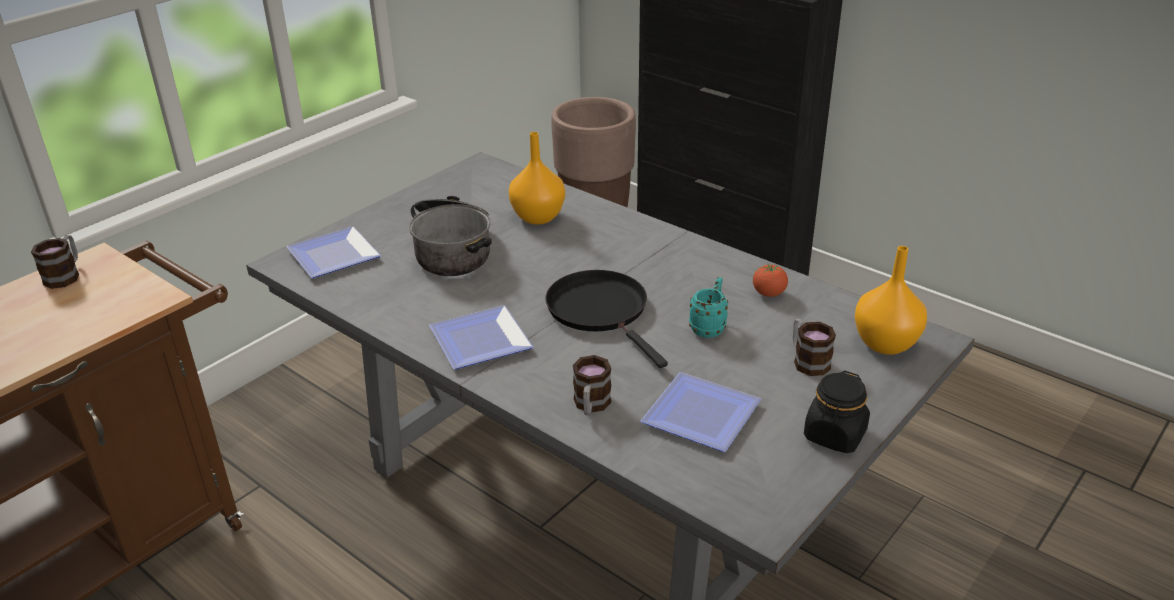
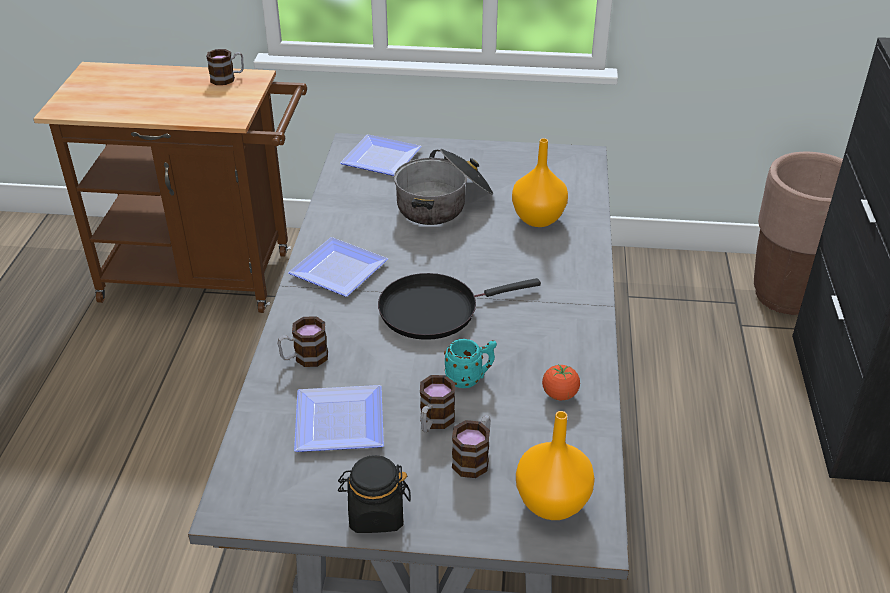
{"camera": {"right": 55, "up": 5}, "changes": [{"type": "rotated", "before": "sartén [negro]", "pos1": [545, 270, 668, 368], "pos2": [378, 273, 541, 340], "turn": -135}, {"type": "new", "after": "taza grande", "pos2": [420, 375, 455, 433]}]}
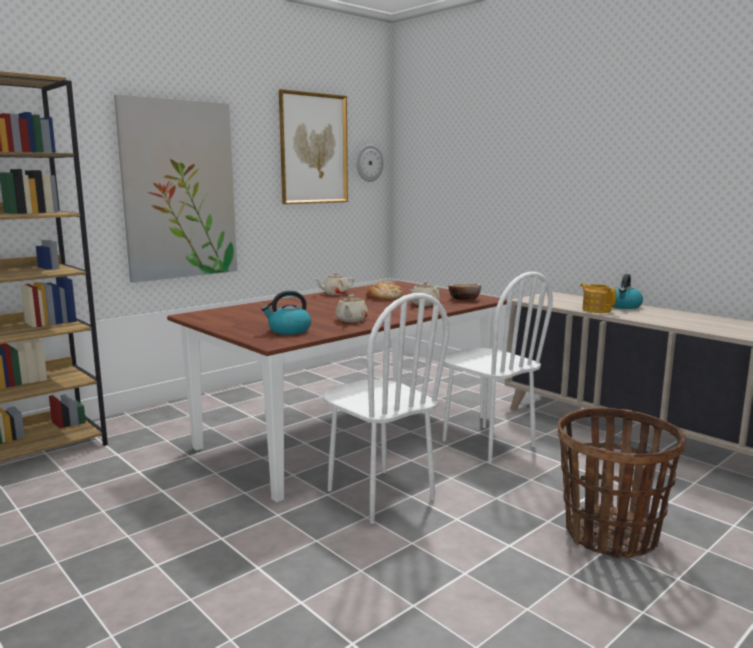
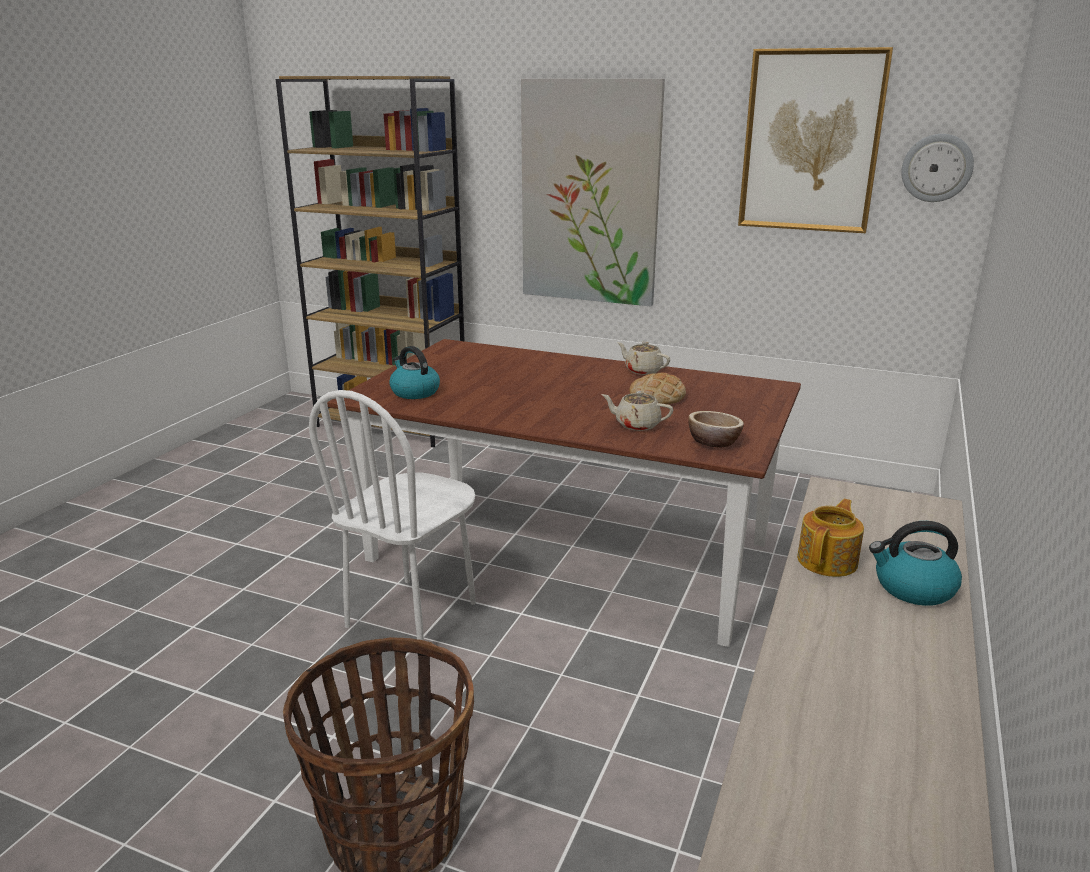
{"camera": {"right": 65, "up": 10}, "changes": [{"type": "gone", "before": "silla [blanco]", "pos1": [442, 272, 553, 464]}, {"type": "gone", "before": "tetera [beis]", "pos1": [335, 295, 368, 322]}]}
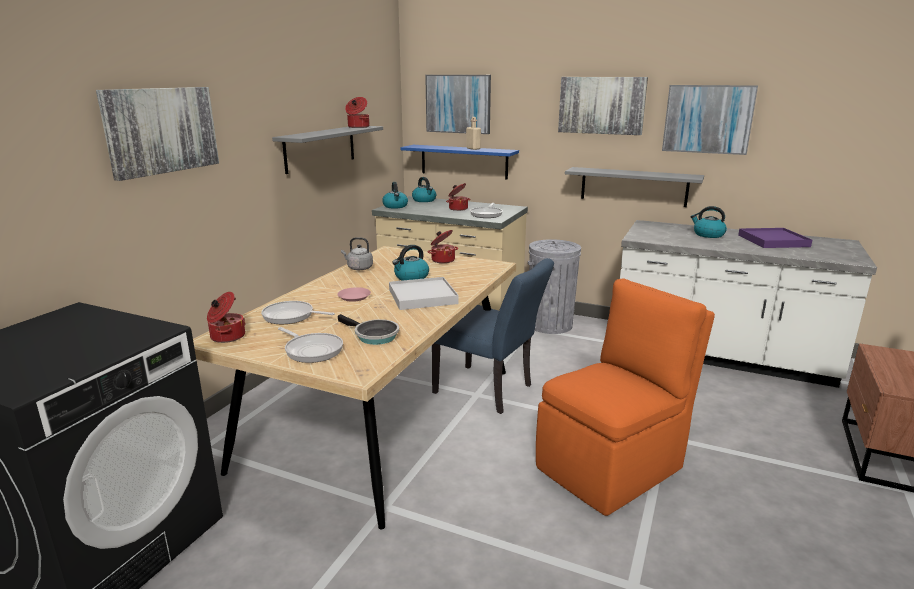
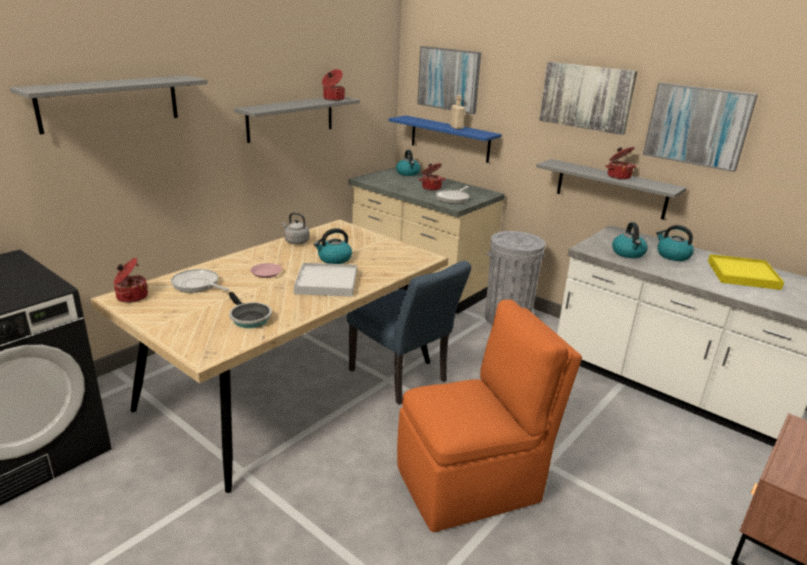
{"camera": {"right": 15, "up": 5}, "changes": [{"type": "swapped", "before": "cuadro", "after": "estante [gris]", "pos1": [96, 87, 219, 181], "pos2": [10, 75, 207, 134]}, {"type": "shifted", "before": "hervidor", "pos1": [382, 182, 408, 209], "pos2": [612, 222, 648, 258]}, {"type": "repainted", "before": "bandeja [morado]", "after": "bandeja [amarillo]", "pos1": [738, 228, 812, 248], "pos2": [708, 254, 784, 290]}, {"type": "shifted", "before": "olla", "pos1": [428, 230, 458, 263], "pos2": [605, 147, 636, 180]}, {"type": "gone", "before": "sartén", "pos1": [278, 327, 343, 363]}]}
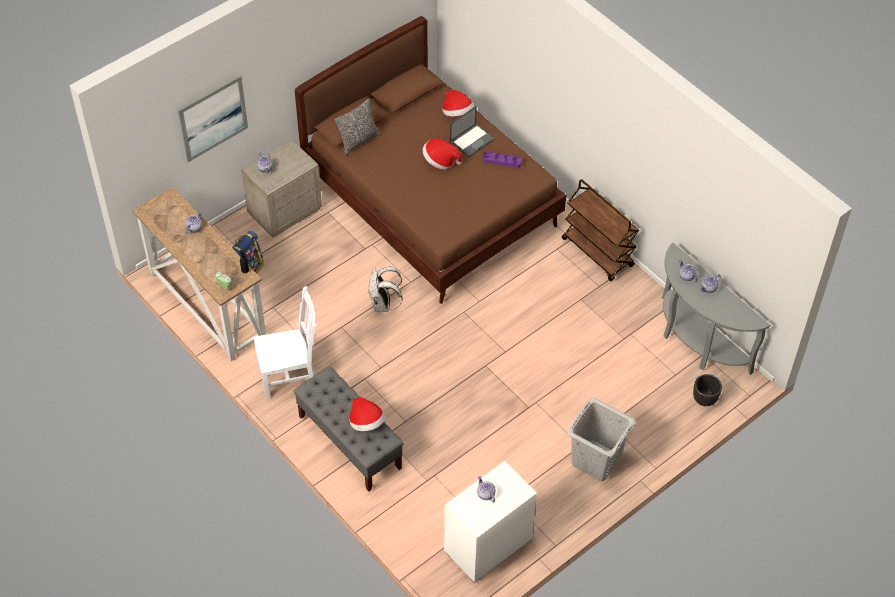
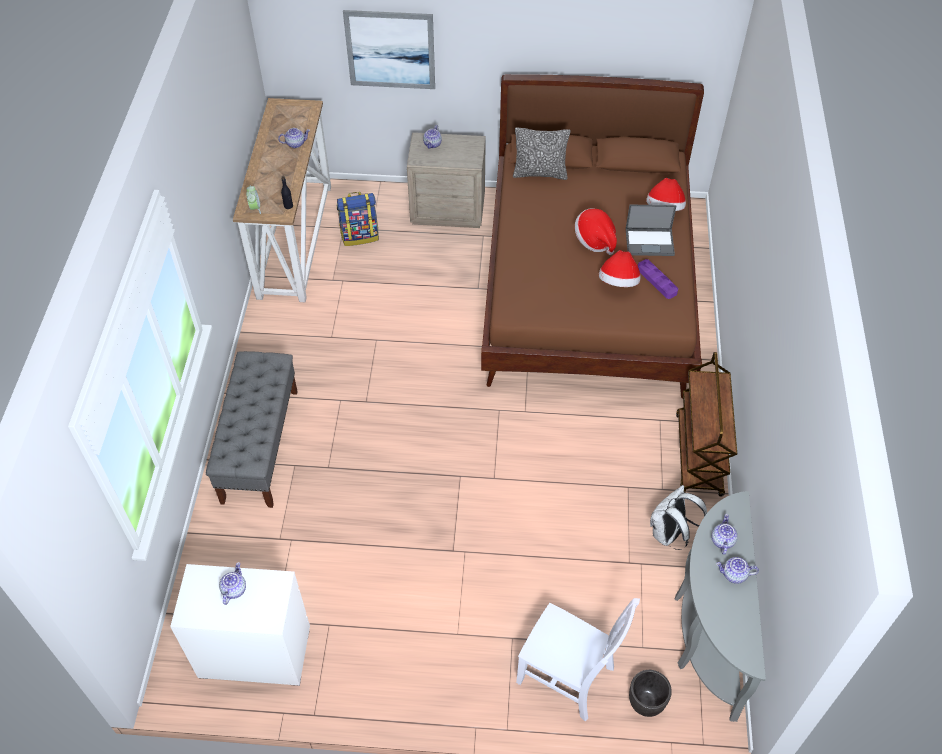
{"camera": {"right": 45, "up": 0}, "changes": [{"type": "shifted", "before": "mochila [blanco]", "pos1": [368, 267, 403, 312], "pos2": [650, 485, 707, 550]}, {"type": "shifted", "before": "silla [blanco]", "pos1": [254, 286, 317, 399], "pos2": [516, 598, 640, 722]}, {"type": "shifted", "before": "sombrero", "pos1": [349, 397, 385, 431], "pos2": [599, 250, 640, 287]}, {"type": "gone", "before": "cesto de la ropa [gris]", "pos1": [567, 398, 635, 481]}]}
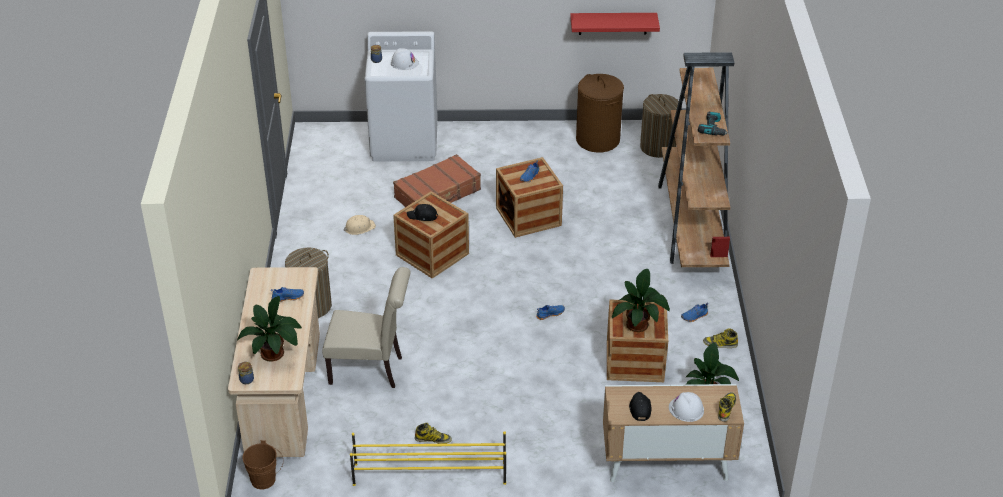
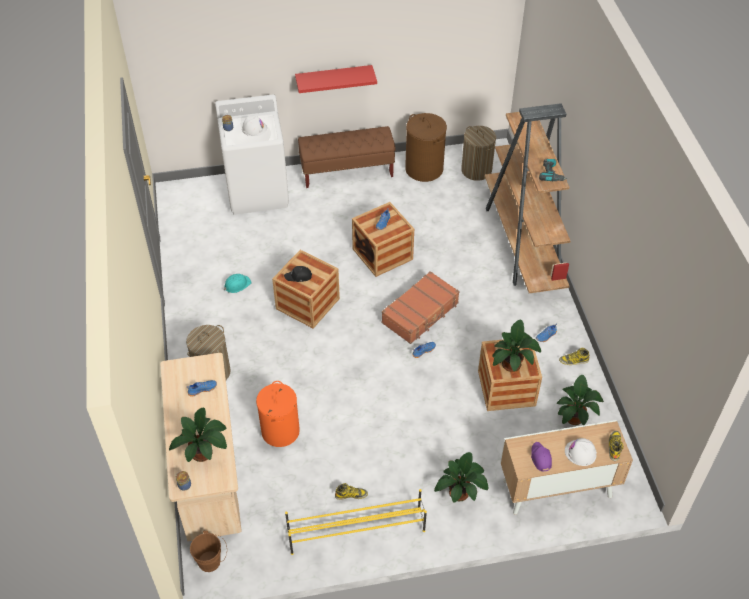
{"camera": {"right": -10, "up": 10}, "changes": [{"type": "shifted", "before": "estante [rojo]", "pos1": [570, 13, 660, 35], "pos2": [295, 65, 377, 93]}, {"type": "shifted", "before": "maleta [marrón]", "pos1": [393, 154, 481, 207], "pos2": [381, 271, 460, 344]}, {"type": "repainted", "before": "casco [beis]", "after": "casco [turquesa]", "pos1": [343, 215, 376, 235], "pos2": [224, 274, 252, 293]}, {"type": "swapped", "before": "silla [beis]", "after": "cesto de la ropa [naranja]", "pos1": [322, 267, 411, 388], "pos2": [256, 381, 300, 447]}, {"type": "repainted", "before": "gorra [negro]", "after": "gorra [morado]", "pos1": [629, 392, 651, 421], "pos2": [531, 442, 552, 471]}, {"type": "new", "after": "banco [marrón]", "pos2": [298, 126, 396, 188]}, {"type": "new", "after": "planta en maceta", "pos2": [434, 452, 489, 503]}]}
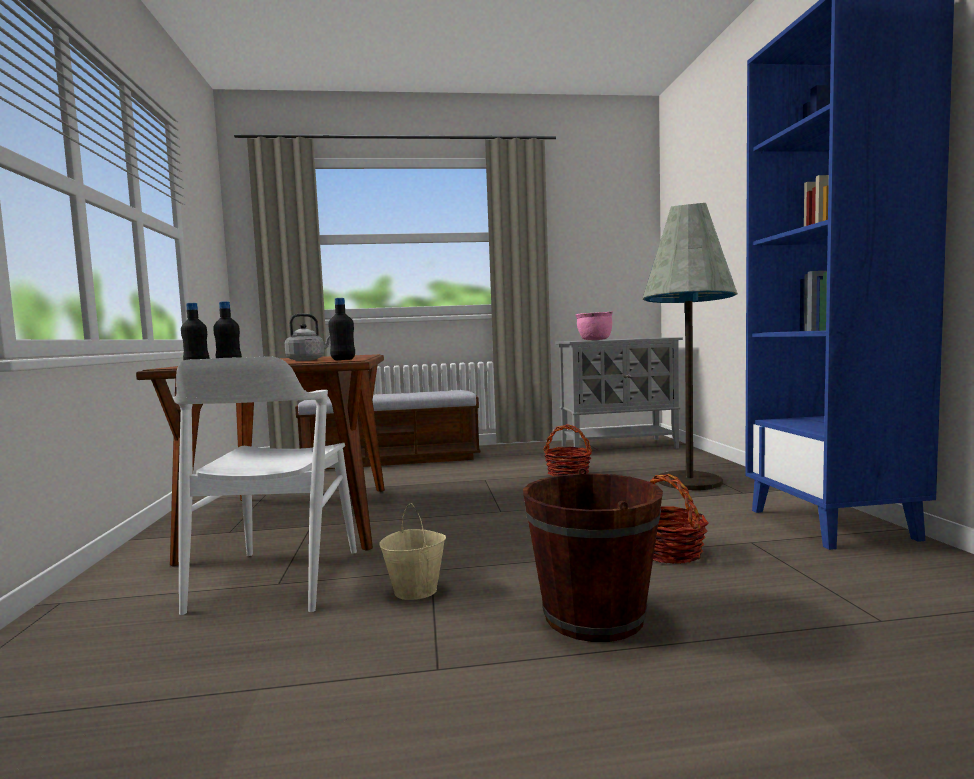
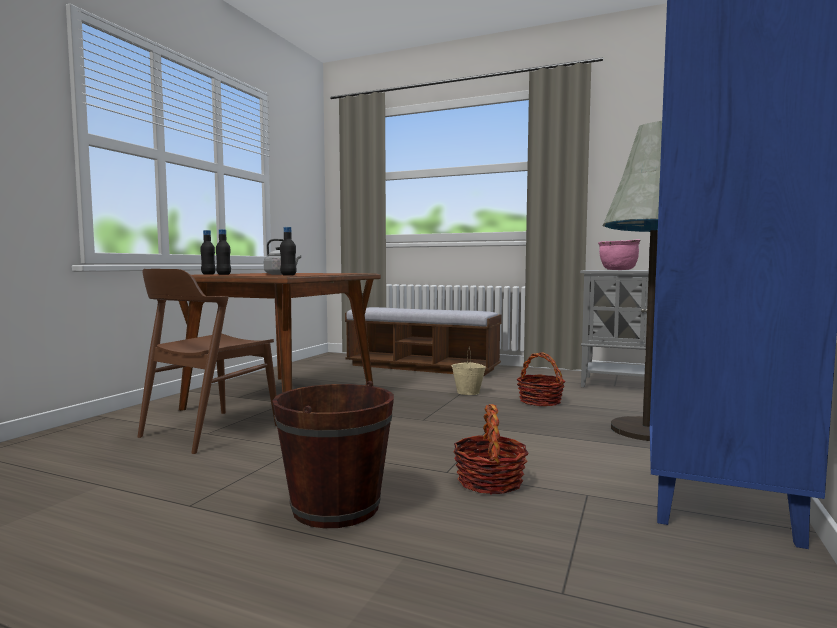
{"camera": {"right": 30, "up": 0}, "changes": [{"type": "repainted", "before": "silla [blanco]", "after": "silla [marrón]", "pos1": [173, 356, 357, 615], "pos2": [138, 269, 277, 454]}, {"type": "shifted", "before": "cubo [beis]", "pos1": [379, 503, 446, 600], "pos2": [451, 347, 486, 395]}]}
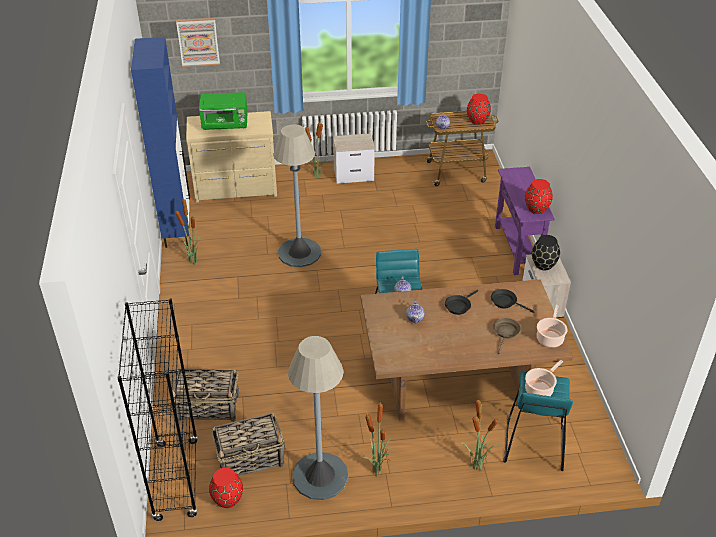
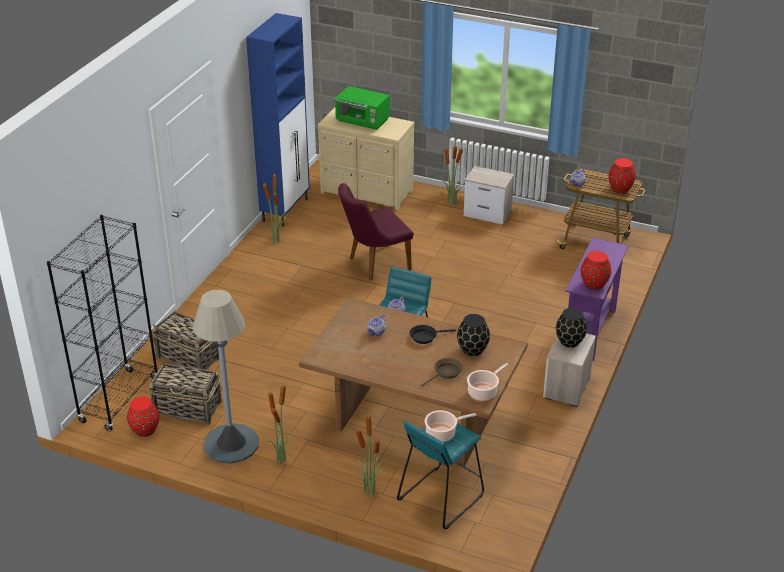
{"camera": {"right": 30, "up": -5}, "changes": [{"type": "gone", "before": "cuadro", "pos1": [176, 18, 220, 67]}, {"type": "swapped", "before": "lámpara de pie [gris]", "after": "silla [morado]", "pos1": [273, 124, 321, 267], "pos2": [338, 183, 414, 281]}, {"type": "swapped", "before": "sartén [negro]", "after": "florero [negro]", "pos1": [491, 289, 535, 313], "pos2": [457, 314, 490, 356]}]}
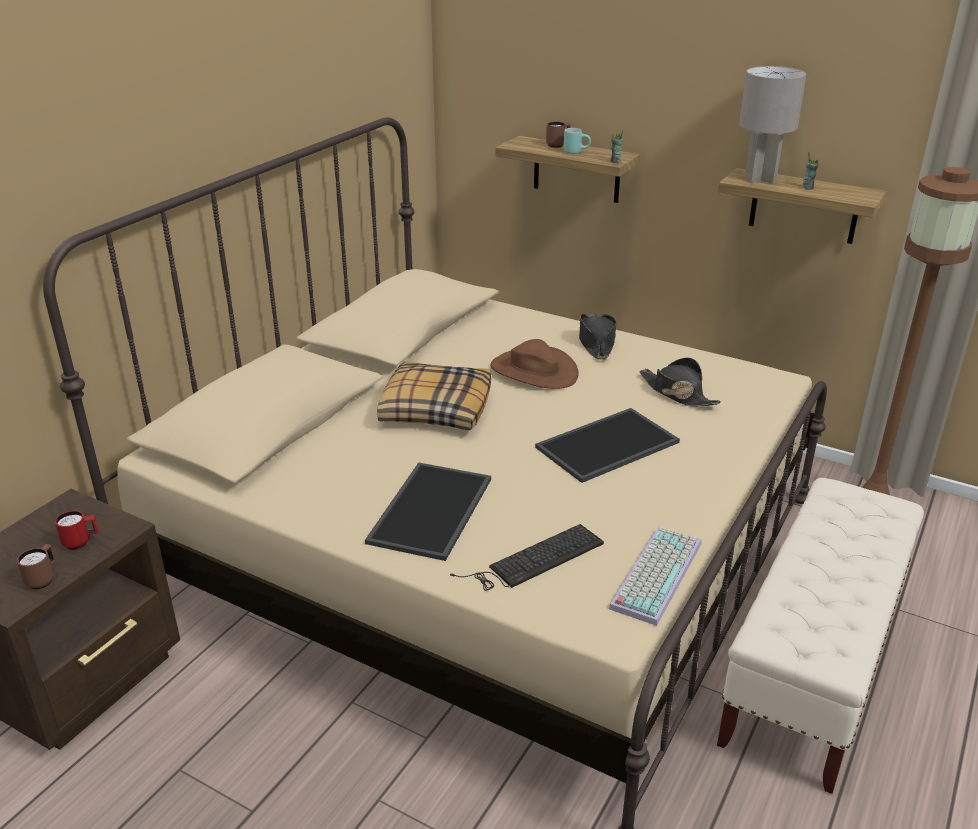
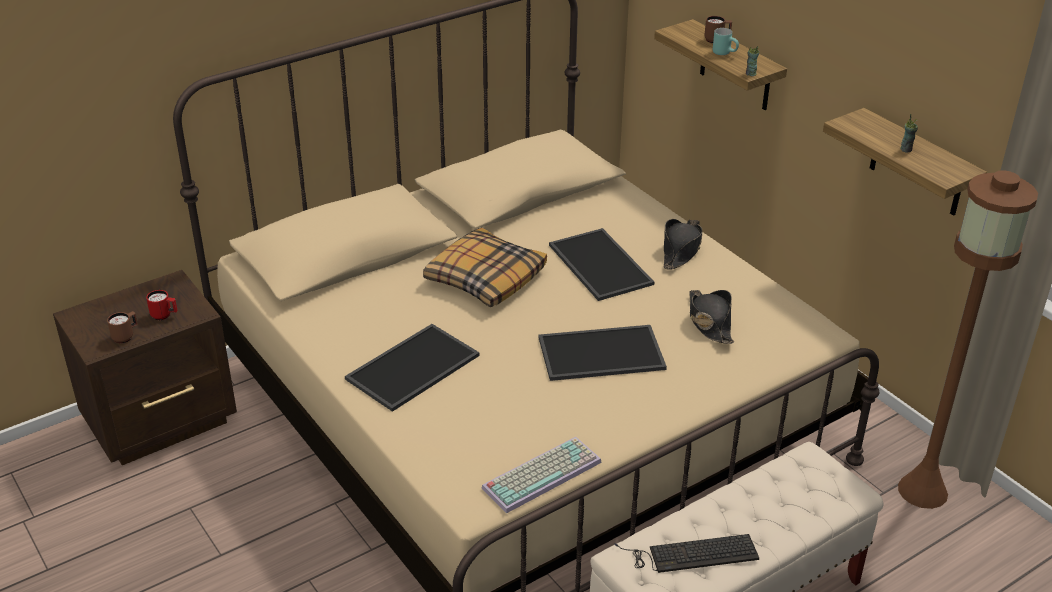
{"camera": {"right": 25, "up": 5}, "changes": [{"type": "gone", "before": "lámpara de mesa [gris]", "pos1": [739, 66, 806, 184]}, {"type": "swapped", "before": "sombrero [marrón]", "after": "bandeja", "pos1": [490, 339, 579, 389], "pos2": [549, 228, 654, 301]}, {"type": "shifted", "before": "teclado", "pos1": [450, 524, 604, 591], "pos2": [614, 534, 759, 573]}]}
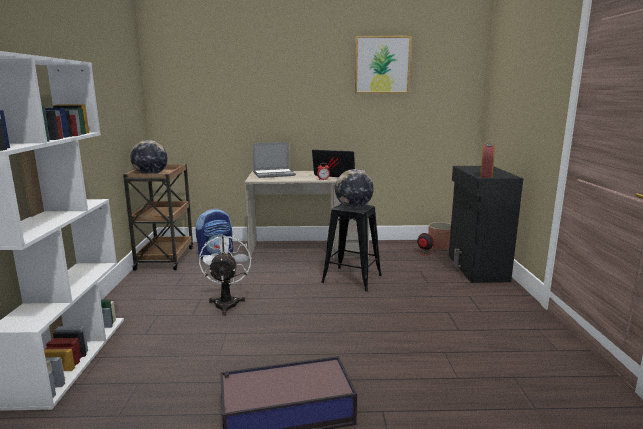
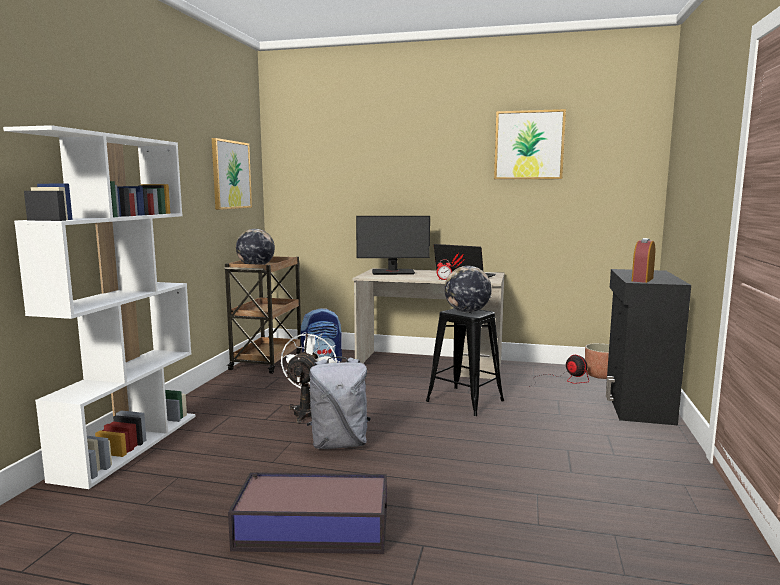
{"camera": {"right": 15, "up": -5}, "changes": [{"type": "swapped", "before": "portátil", "after": "monitor", "pos1": [252, 142, 296, 178], "pos2": [356, 216, 430, 275]}, {"type": "new", "after": "cuadro", "pos2": [212, 138, 252, 210]}, {"type": "new", "after": "mochila [gris]", "pos2": [307, 357, 371, 449]}]}
